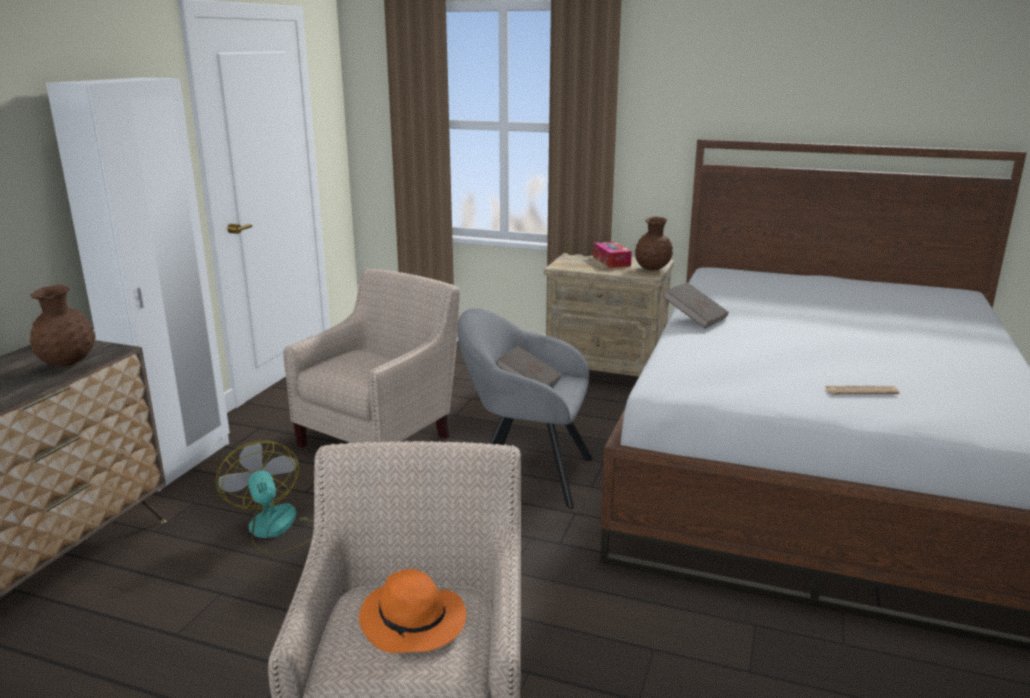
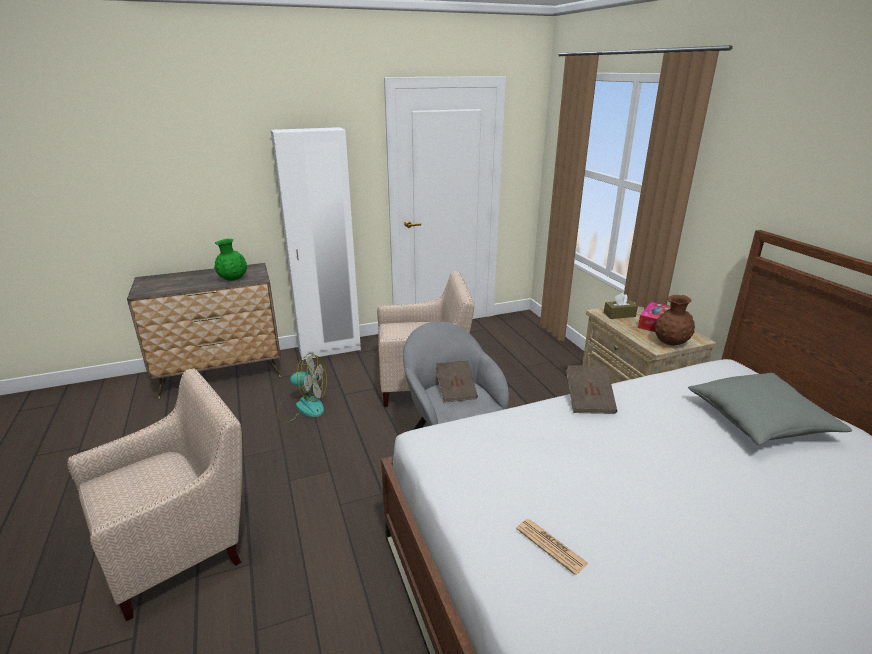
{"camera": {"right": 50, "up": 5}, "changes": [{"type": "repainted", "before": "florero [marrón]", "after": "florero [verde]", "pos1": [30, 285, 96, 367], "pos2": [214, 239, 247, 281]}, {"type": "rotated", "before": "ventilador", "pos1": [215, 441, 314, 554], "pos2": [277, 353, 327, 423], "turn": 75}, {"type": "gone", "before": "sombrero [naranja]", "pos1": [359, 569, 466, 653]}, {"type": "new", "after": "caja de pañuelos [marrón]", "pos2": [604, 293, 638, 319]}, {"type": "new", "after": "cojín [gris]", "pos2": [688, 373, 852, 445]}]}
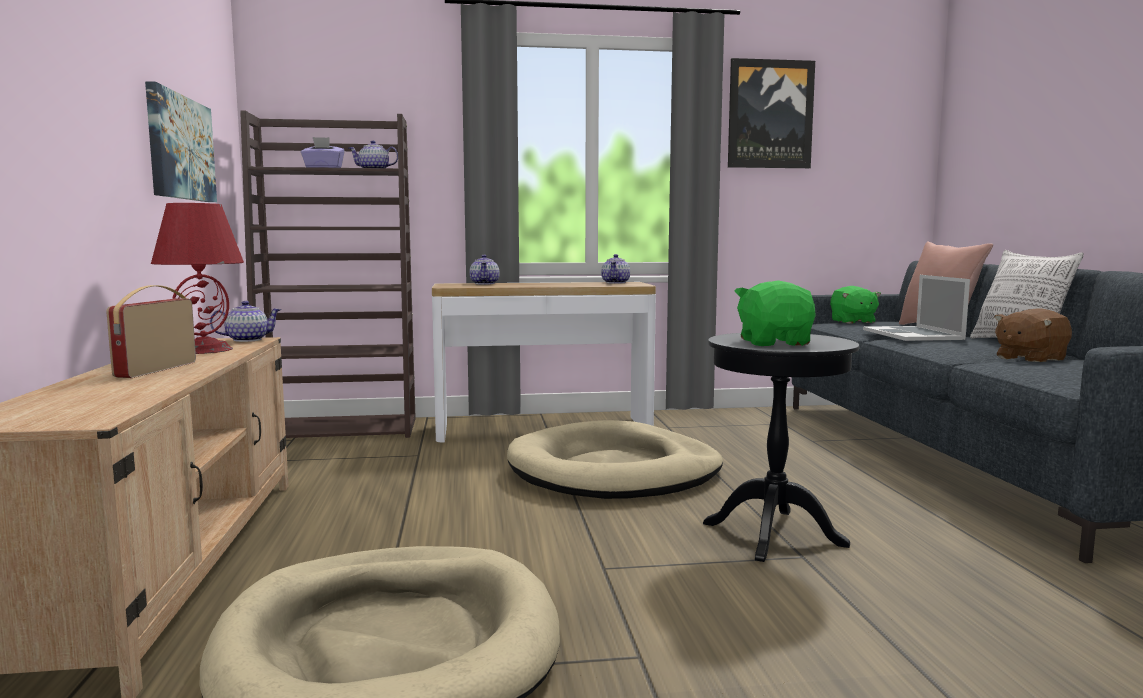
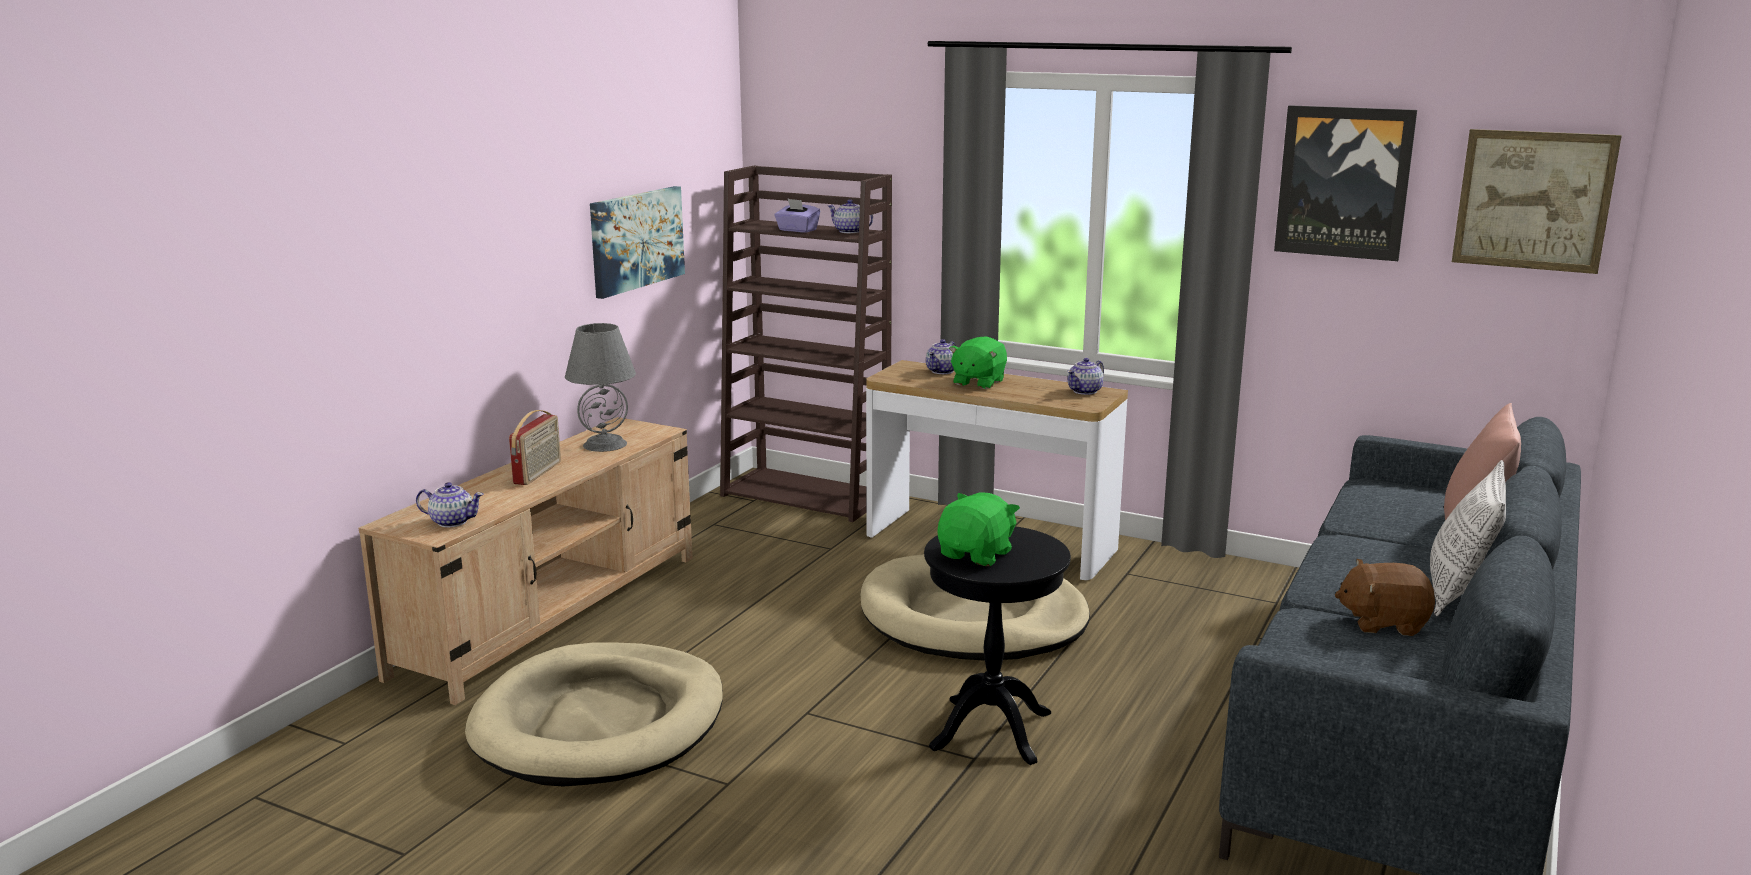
{"camera": {"right": 35, "up": 10}, "changes": [{"type": "repainted", "before": "lámpara de mesa [rojo]", "after": "lámpara de mesa [gris]", "pos1": [151, 203, 244, 354], "pos2": [565, 323, 636, 452]}, {"type": "gone", "before": "portátil", "pos1": [863, 275, 970, 341]}, {"type": "rotated", "before": "radio", "pos1": [106, 285, 196, 378], "pos2": [509, 410, 561, 485], "turn": 150}, {"type": "shifted", "before": "peluche [verde]", "pos1": [830, 286, 881, 324], "pos2": [949, 336, 1007, 389]}, {"type": "shifted", "before": "tetera", "pos1": [210, 301, 281, 342], "pos2": [416, 482, 484, 527]}, {"type": "new", "after": "cuadro", "pos2": [1452, 129, 1622, 274]}]}
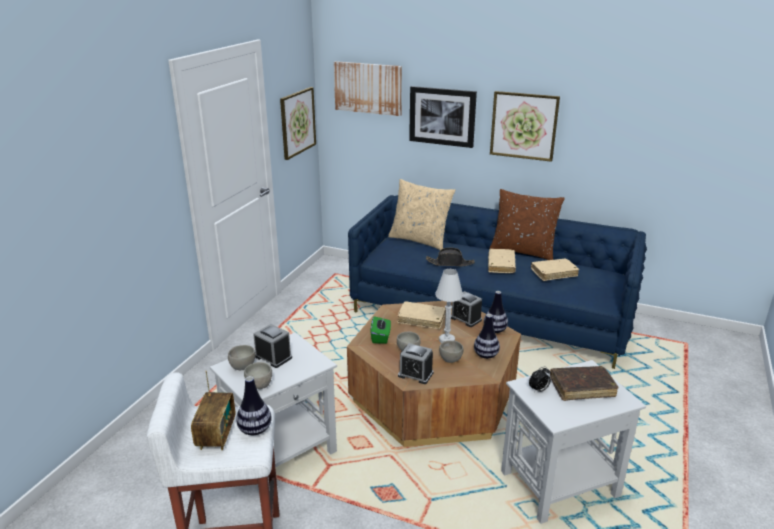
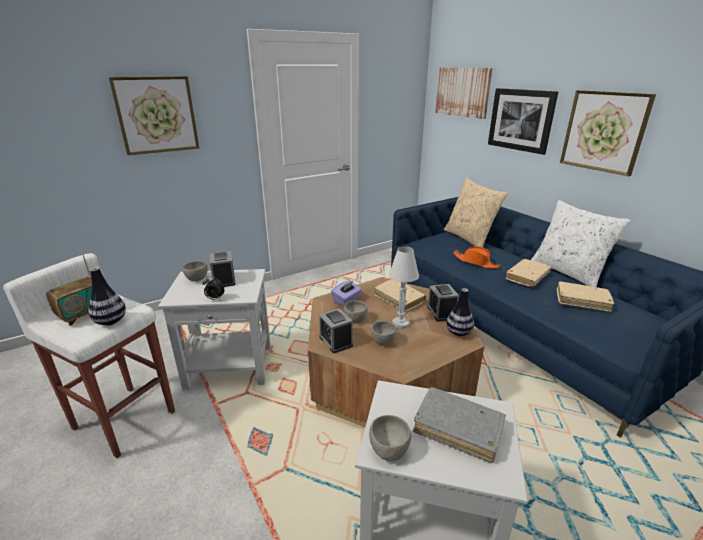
{"camera": {"right": 35, "up": 0}, "changes": [{"type": "shifted", "before": "cuadro", "pos1": [280, 87, 316, 160], "pos2": [109, 76, 199, 155]}, {"type": "repainted", "before": "cojín [marrón]", "after": "cojín [blanco]", "pos1": [489, 189, 565, 260], "pos2": [531, 200, 631, 287]}, {"type": "repainted", "before": "sombrero [negro]", "after": "sombrero [naranja]", "pos1": [426, 247, 475, 266], "pos2": [453, 246, 501, 268]}, {"type": "gone", "before": "florero", "pos1": [474, 314, 500, 359]}, {"type": "repainted", "before": "caja de pañuelos [verde]", "after": "caja de pañuelos [morado]", "pos1": [371, 316, 391, 344], "pos2": [331, 280, 362, 307]}, {"type": "shifted", "before": "cuenco [gris]", "pos1": [244, 362, 272, 389], "pos2": [369, 415, 411, 461]}, {"type": "shifted", "before": "despertador", "pos1": [529, 366, 551, 393], "pos2": [203, 277, 225, 300]}, {"type": "repainted", "before": "libro [marrón]", "after": "libro [gris]", "pos1": [550, 366, 619, 401], "pos2": [413, 387, 506, 463]}]}
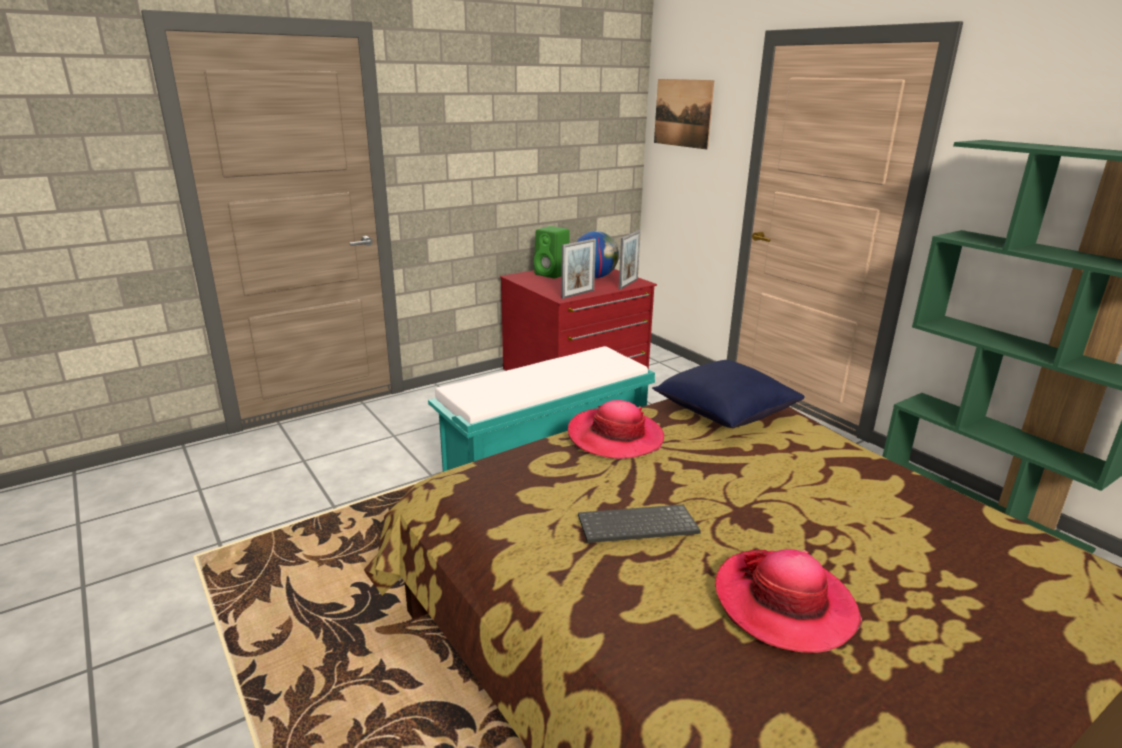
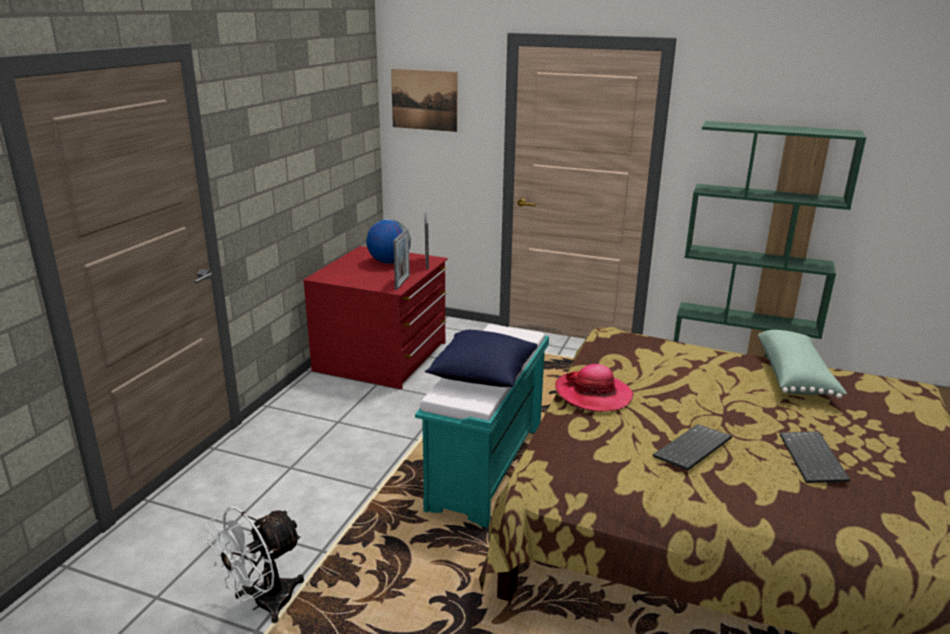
{"camera": {"right": -35, "up": 0}, "changes": [{"type": "gone", "before": "altavoz [verde]", "pos1": [534, 226, 569, 279]}, {"type": "shifted", "before": "cojín [azul]", "pos1": [652, 360, 805, 428], "pos2": [425, 330, 538, 387]}, {"type": "swapped", "before": "sombrero", "after": "teclado", "pos1": [715, 549, 862, 653], "pos2": [780, 431, 850, 483]}, {"type": "new", "after": "cojín [verde]", "pos2": [758, 330, 847, 399]}, {"type": "new", "after": "ventilador [blanco]", "pos2": [205, 507, 304, 623]}]}
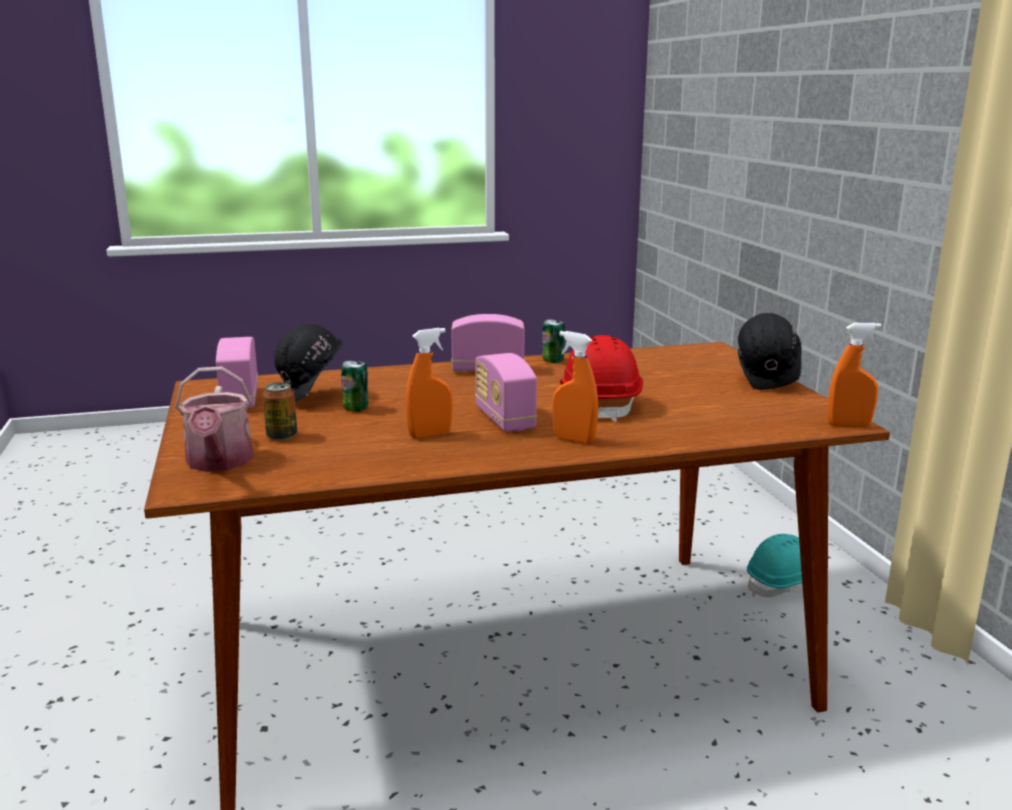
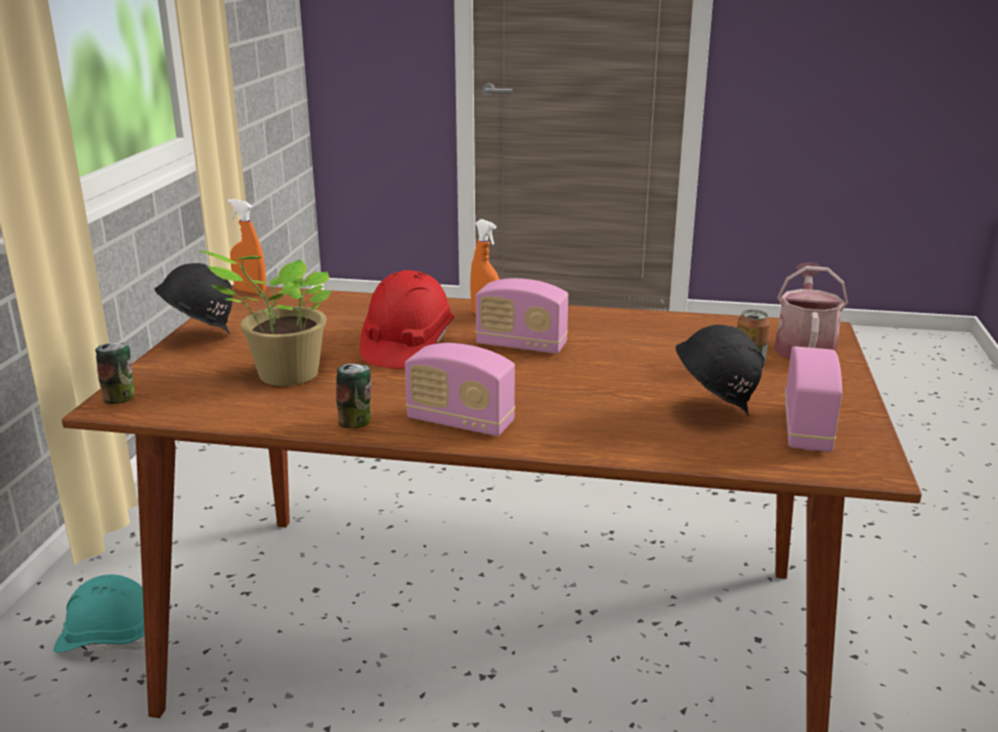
{"camera": {"right": -155, "up": 5}, "changes": [{"type": "gone", "before": "pulverizador [naranja]", "pos1": [406, 328, 453, 439]}, {"type": "rotated", "before": "radio", "pos1": [475, 353, 537, 432], "pos2": [475, 278, 568, 354], "turn": 105}, {"type": "shifted", "before": "lata", "pos1": [341, 360, 368, 412], "pos2": [95, 342, 134, 404]}, {"type": "new", "after": "planta en maceta", "pos2": [198, 250, 331, 386]}]}
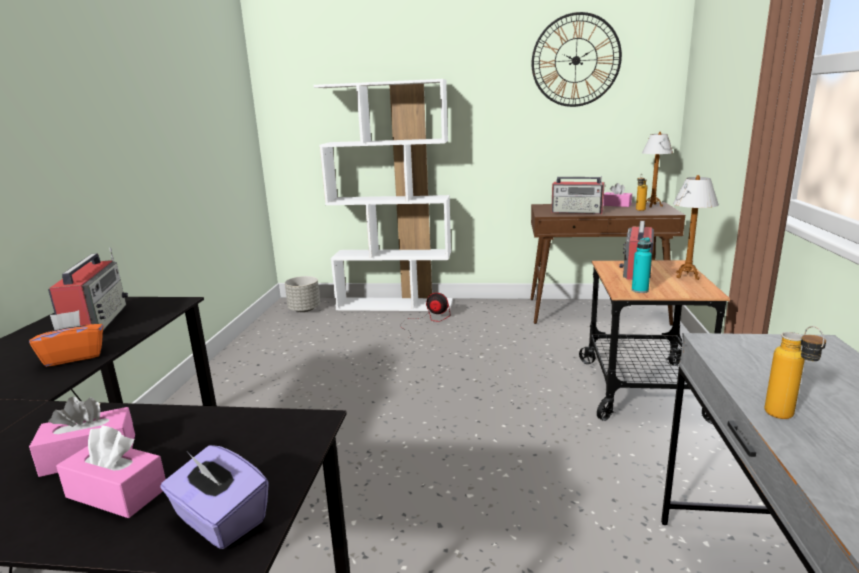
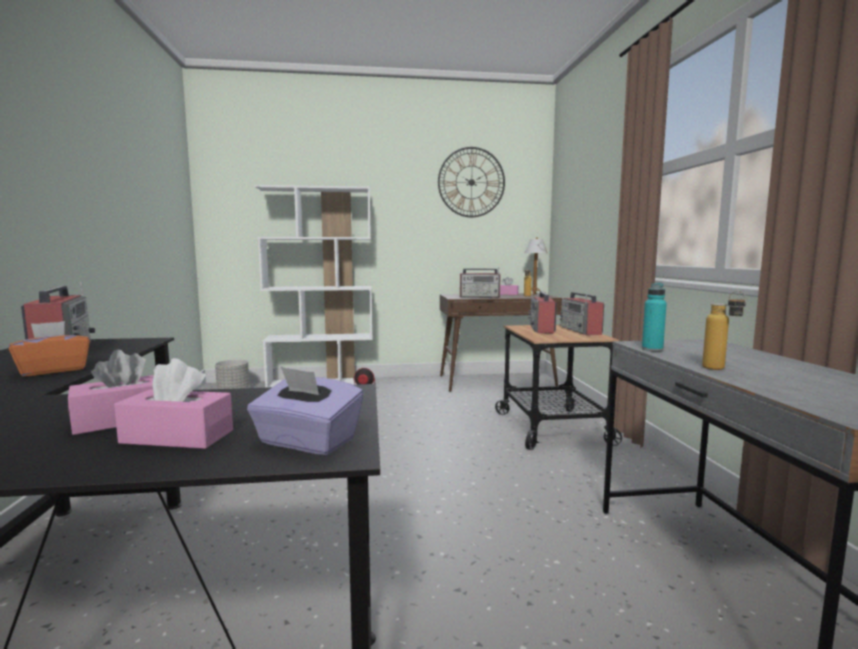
{"camera": {"right": -15, "up": -10}, "changes": [{"type": "swapped", "before": "lámpara de mesa", "after": "radio", "pos1": [673, 175, 719, 280], "pos2": [560, 292, 604, 335]}, {"type": "shifted", "before": "botella [turquesa]", "pos1": [632, 237, 652, 293], "pos2": [642, 283, 667, 351]}]}
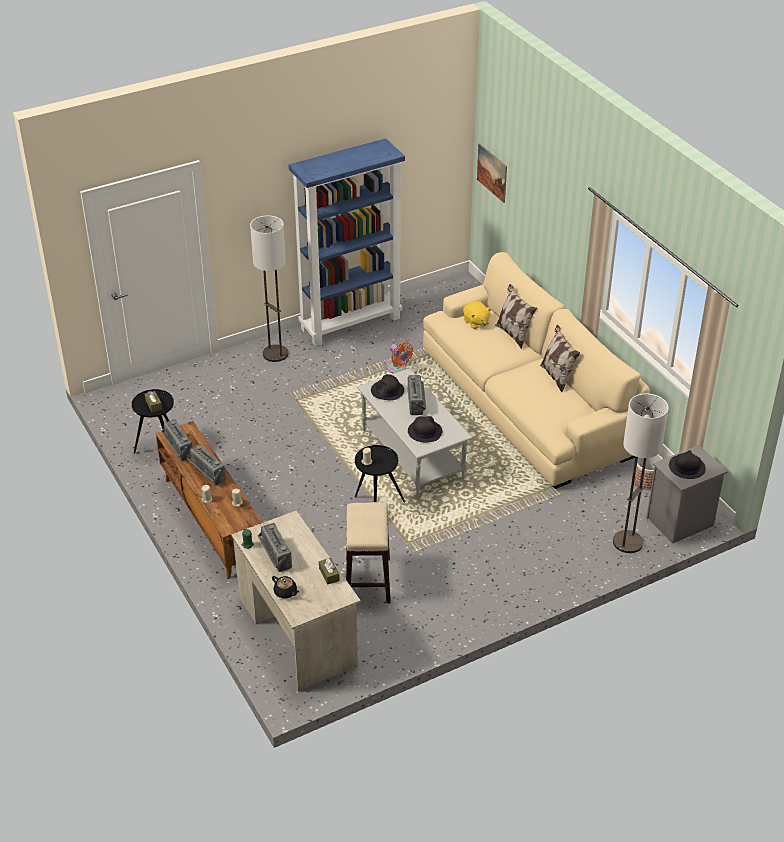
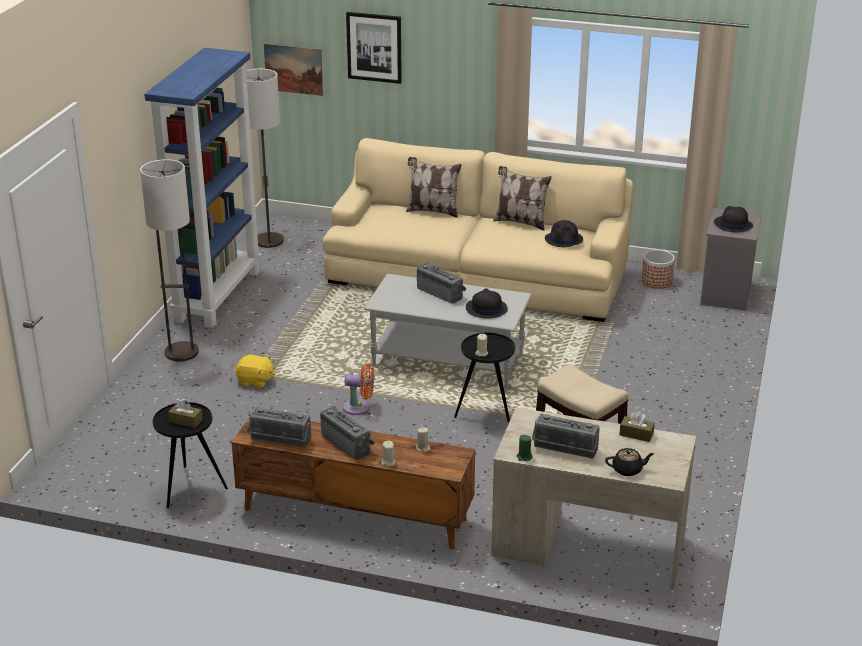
{"camera": {"right": -45, "up": -10}, "changes": [{"type": "shifted", "before": "peluche [amarillo]", "pos1": [463, 301, 491, 329], "pos2": [236, 355, 276, 389]}, {"type": "shifted", "before": "ventilador [naranja]", "pos1": [387, 342, 413, 374], "pos2": [343, 363, 374, 415]}, {"type": "shifted", "before": "sombrero [negro]", "pos1": [371, 374, 404, 400], "pos2": [545, 220, 583, 247]}, {"type": "shifted", "before": "lámpara de pie", "pos1": [613, 393, 669, 553], "pos2": [246, 69, 284, 248]}, {"type": "rotated", "before": "radio", "pos1": [187, 444, 226, 485], "pos2": [320, 406, 375, 460], "turn": -135}, {"type": "new", "after": "cuadro", "pos2": [346, 12, 402, 84]}]}
